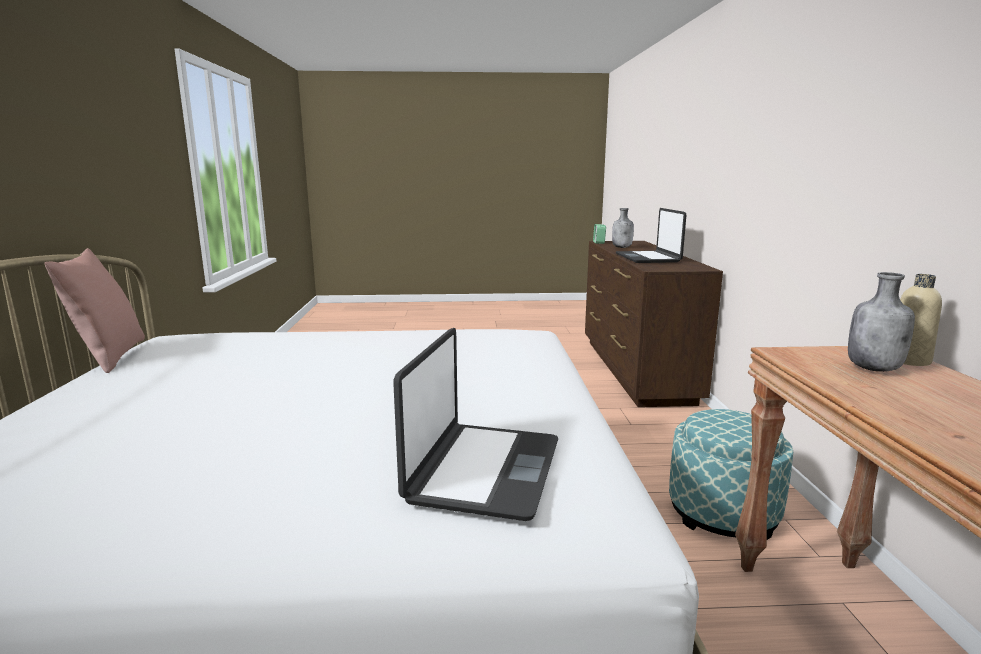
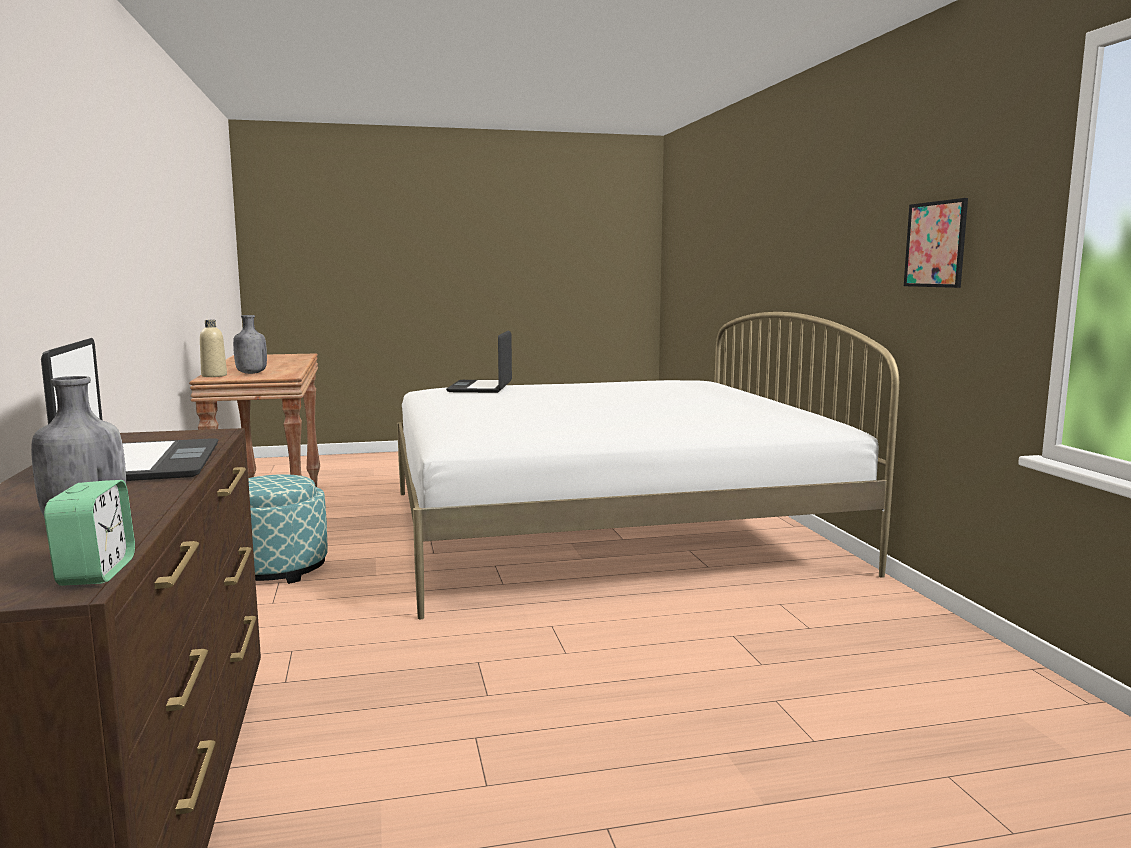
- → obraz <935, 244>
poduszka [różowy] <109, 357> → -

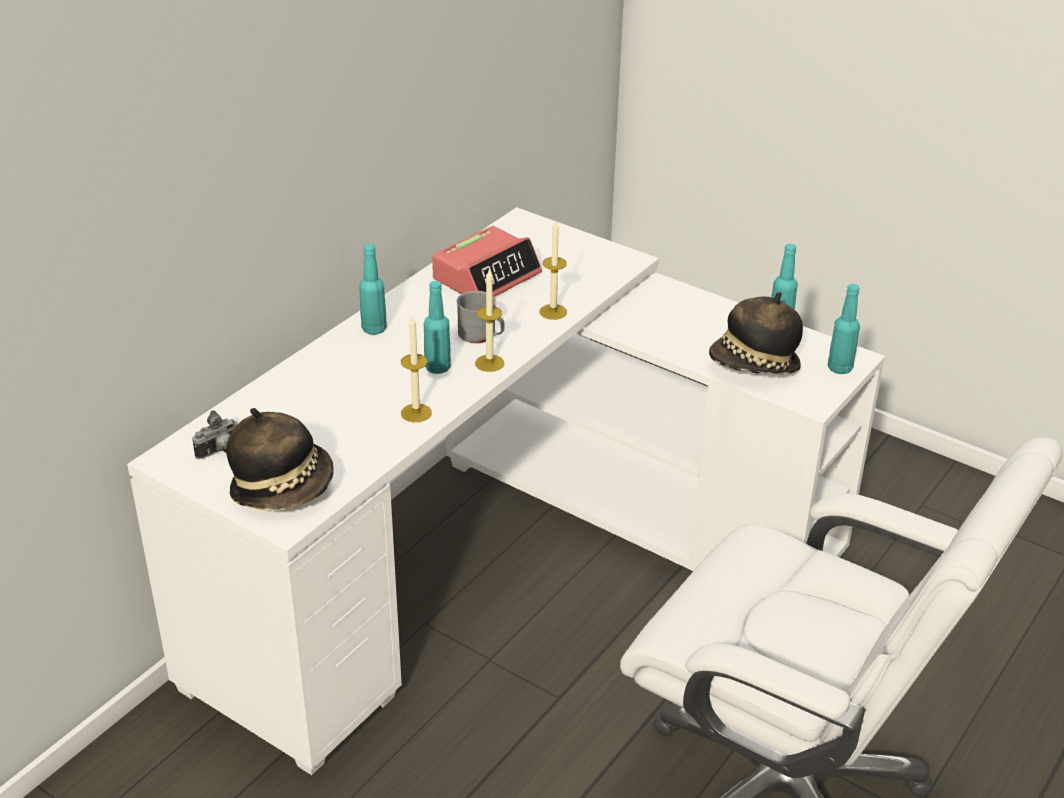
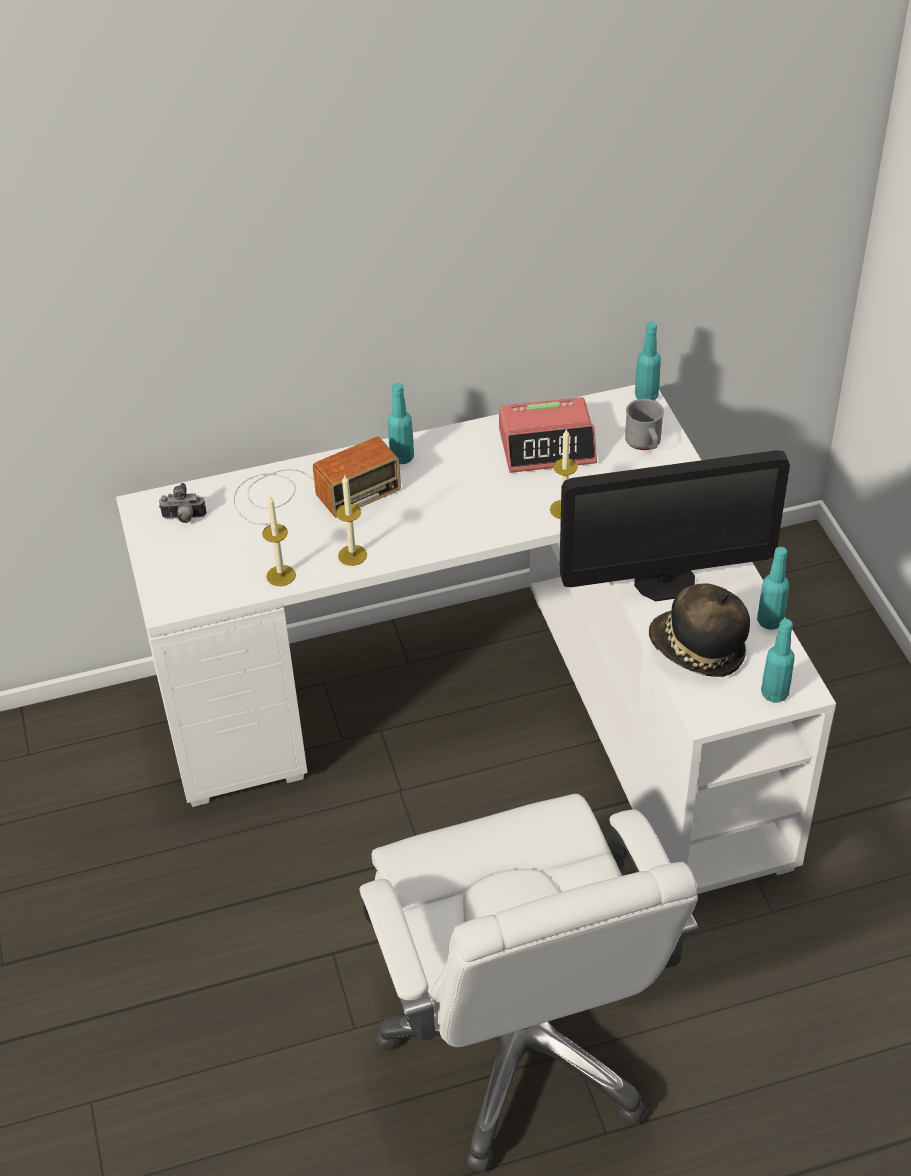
- → radio <309, 493>
świeca <489, 363> → świeca <281, 575>, move
- → monitor <664, 581>
kubek [szary] <481, 335> → kubek [szary] <645, 443>, move
butelka [turkusowy] <437, 367> → butelka [turkusowy] <646, 396>, move
kapelusz <283, 487> → -

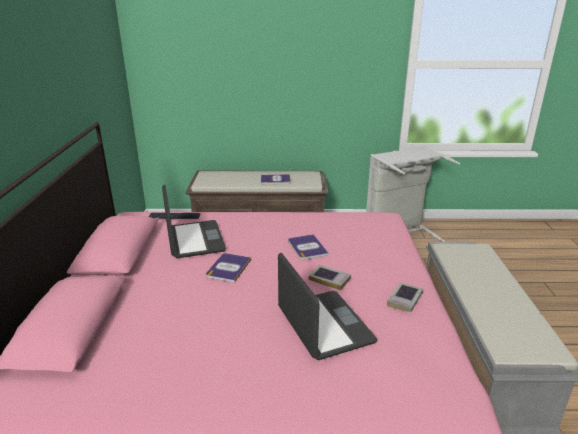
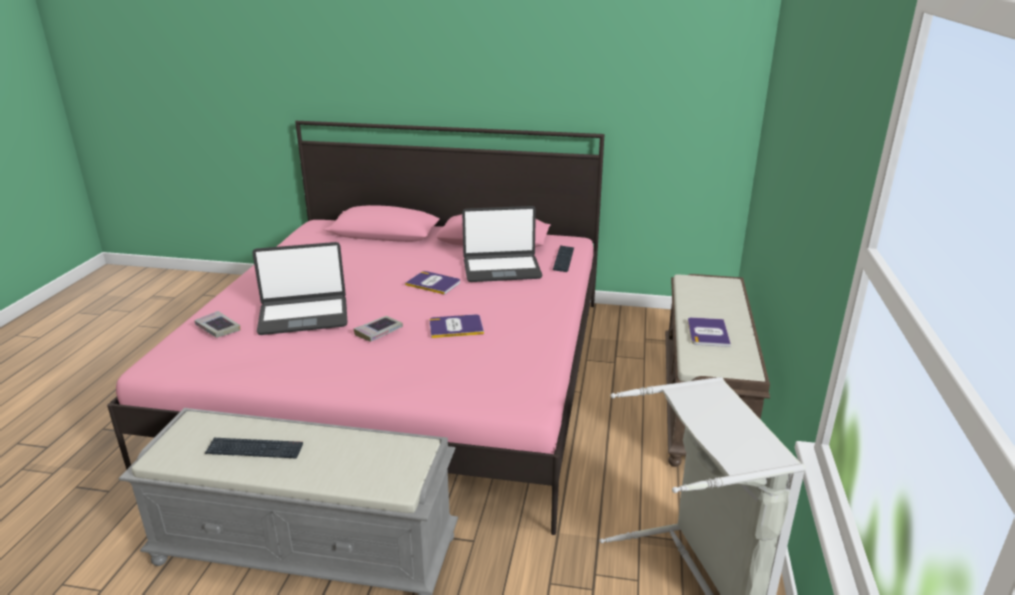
książka <405, 300> → książka <218, 328>, move
- → klawiatura <254, 450>

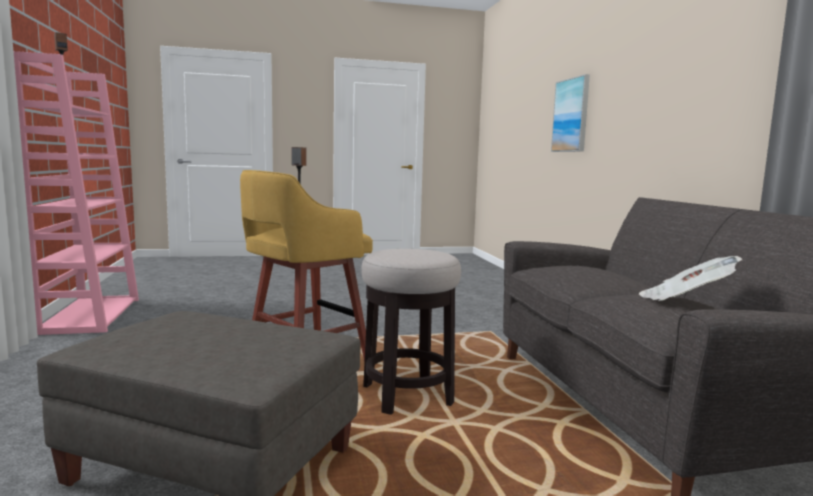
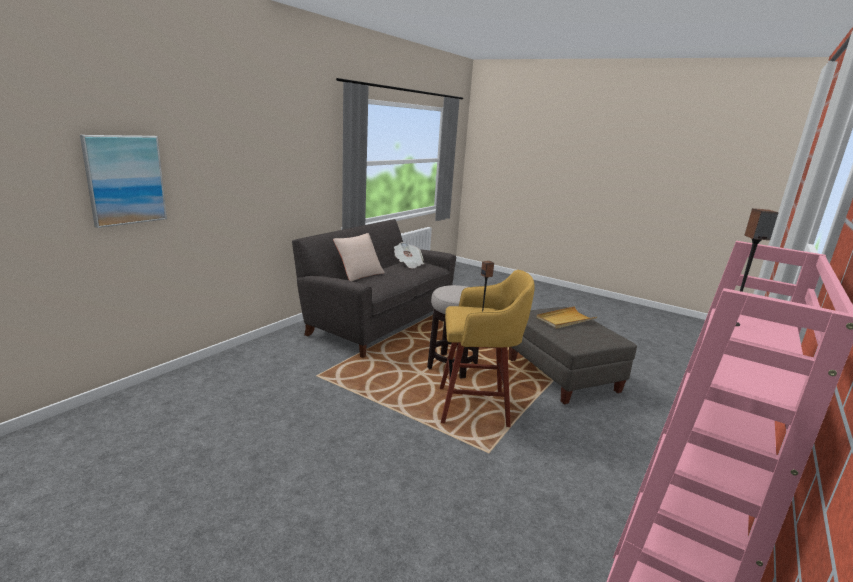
- → poduszka [beżowy] <359, 274>
- → taca [beżowy] <565, 320>

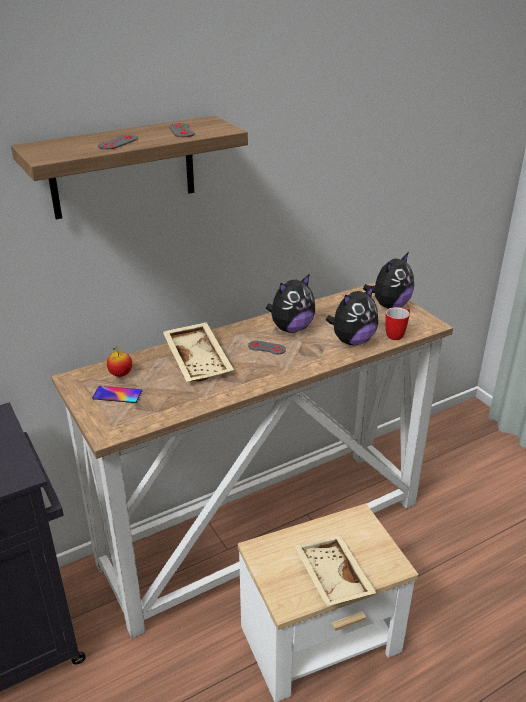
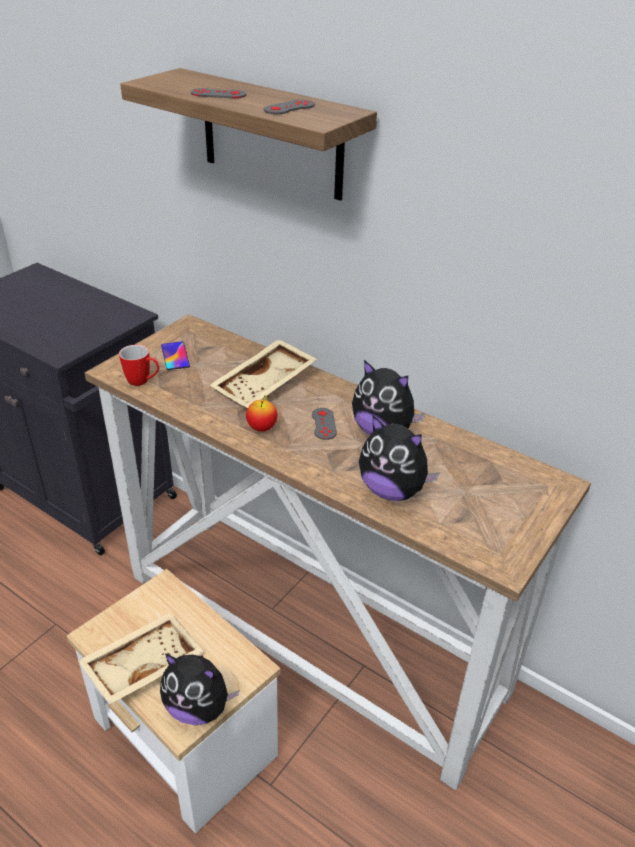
kubek <397, 334> → kubek <143, 382>, move
pluszak <389, 305> → pluszak <198, 707>, move
jabłko <120, 374> → jabłko <262, 428>, move

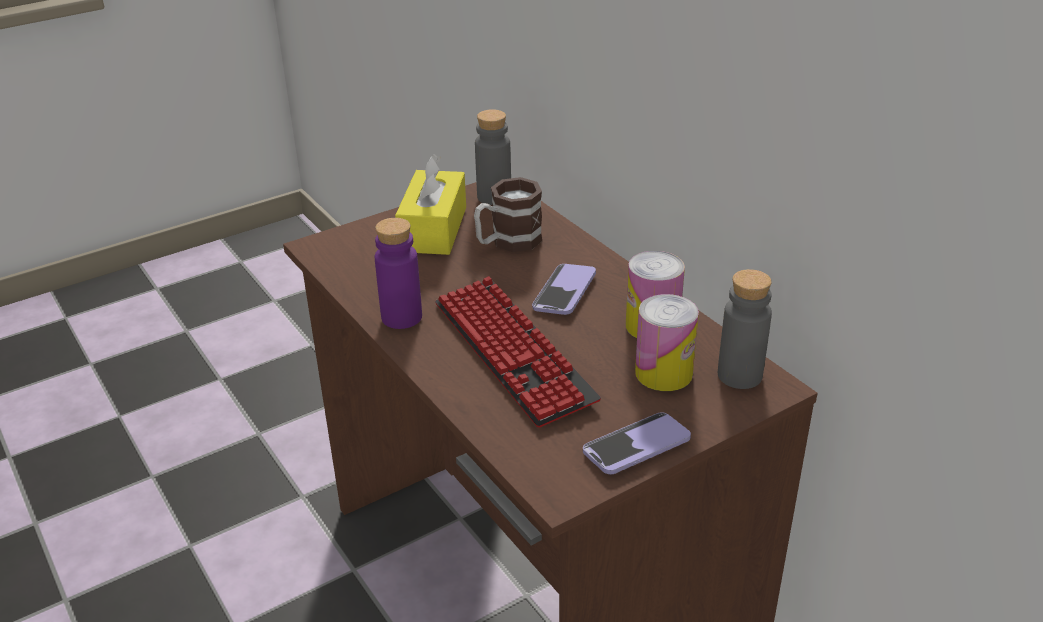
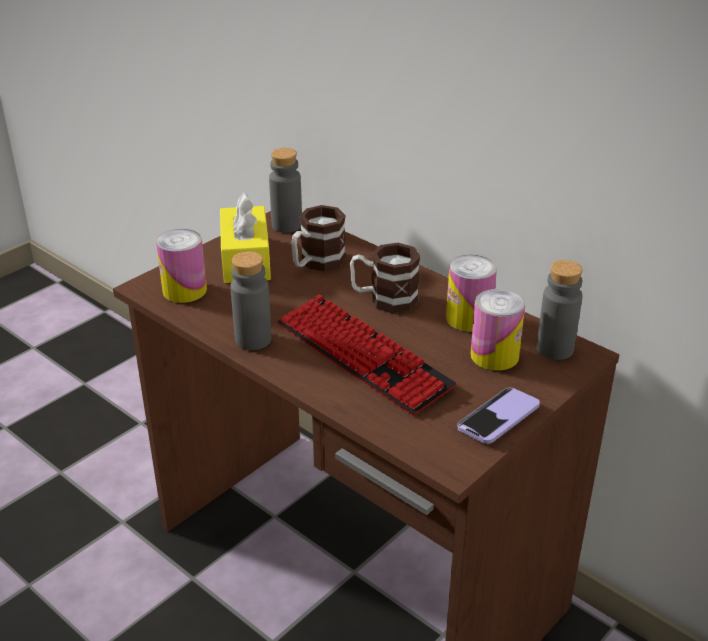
- → puszka <184, 290>
butelka [fioletowy] <401, 317> → butelka [szary] <253, 339>
telefon <564, 291> → kubek <384, 299>

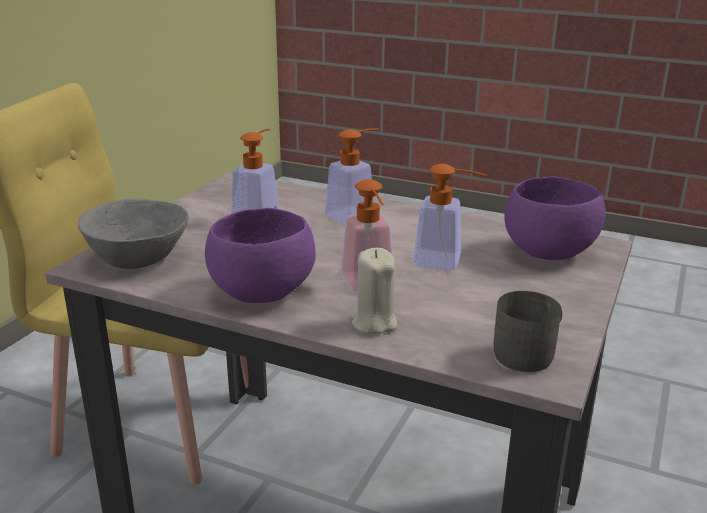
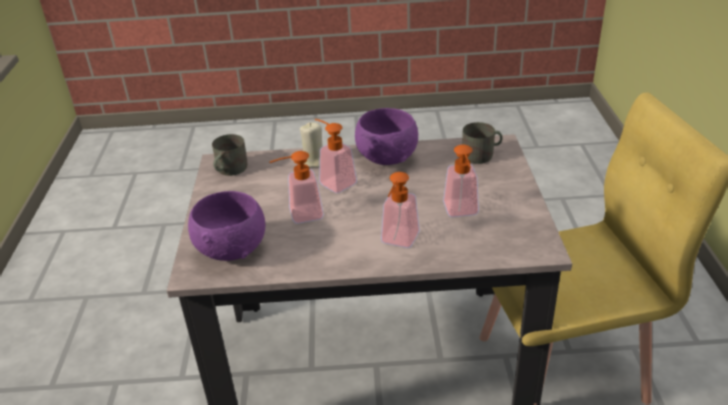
miska [szary] <138, 259> → kubek [szary] <482, 155>

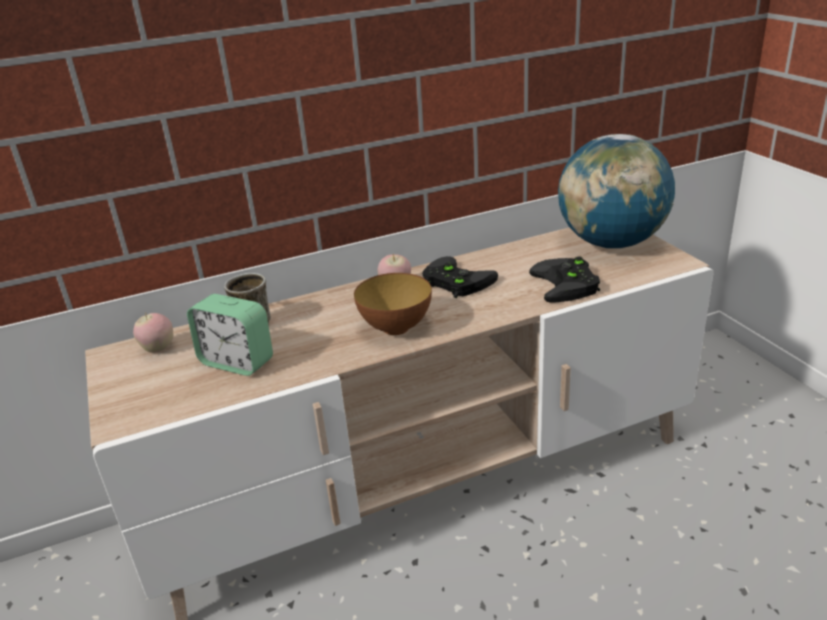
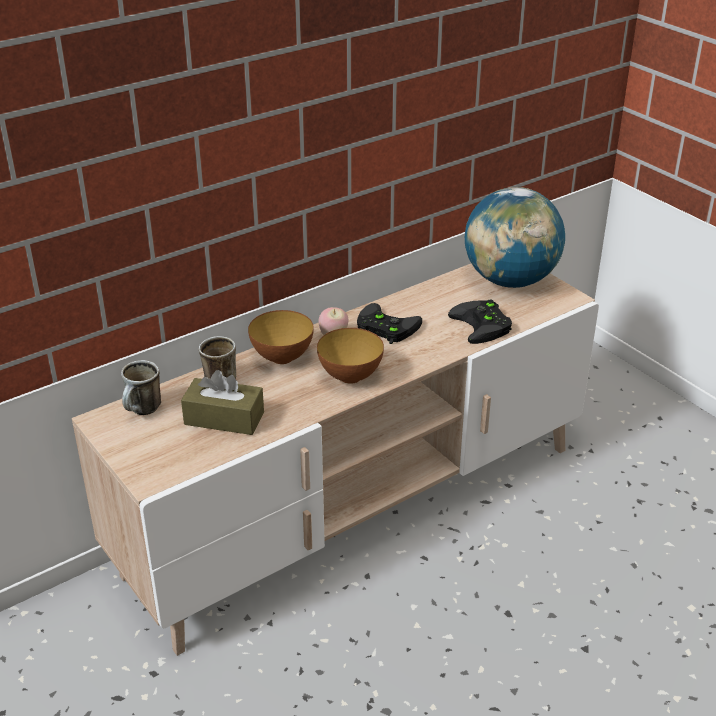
jabłko <158, 349> → kubek <143, 411>
budzik <237, 362> → pudełko chusteczek [brązowy] <224, 418>
- → miska <282, 357>

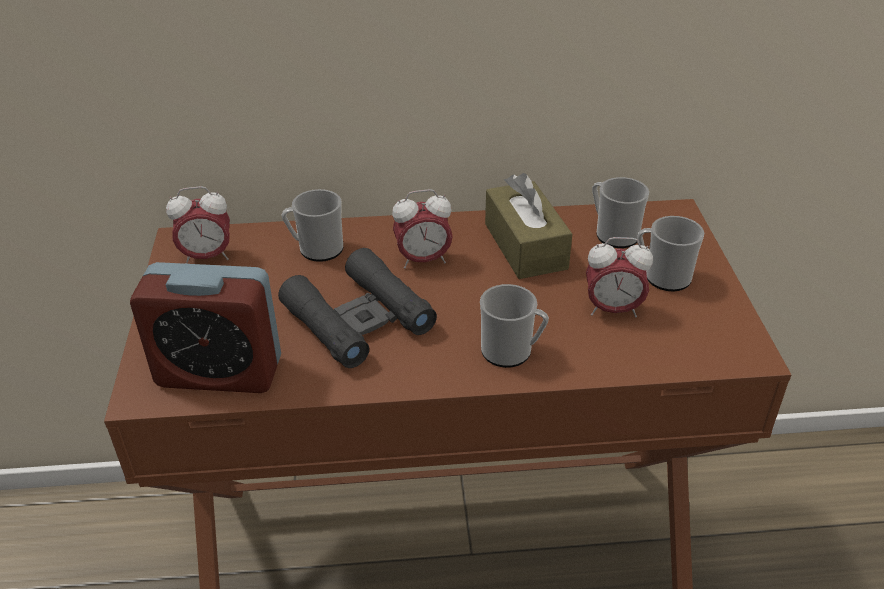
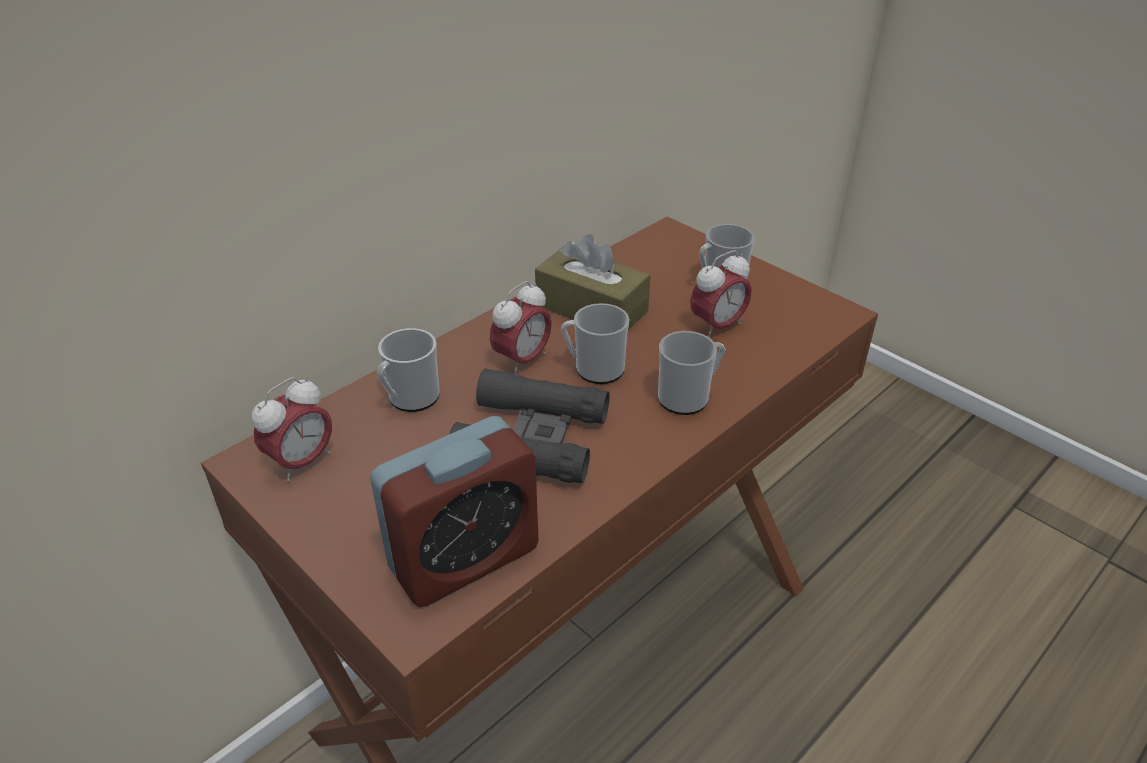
kubek <613, 234> → kubek <594, 369>, move

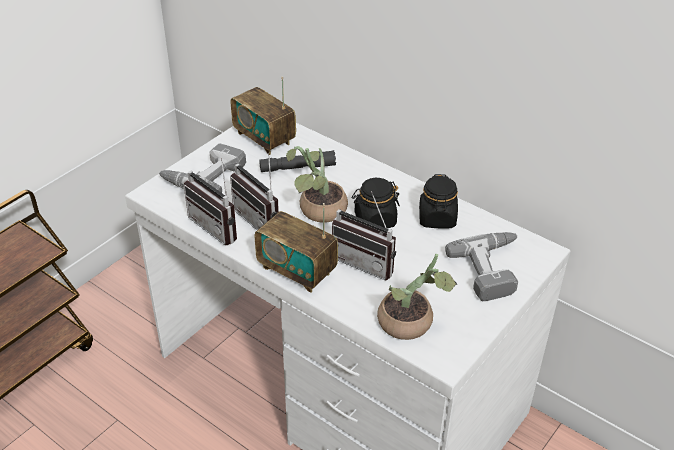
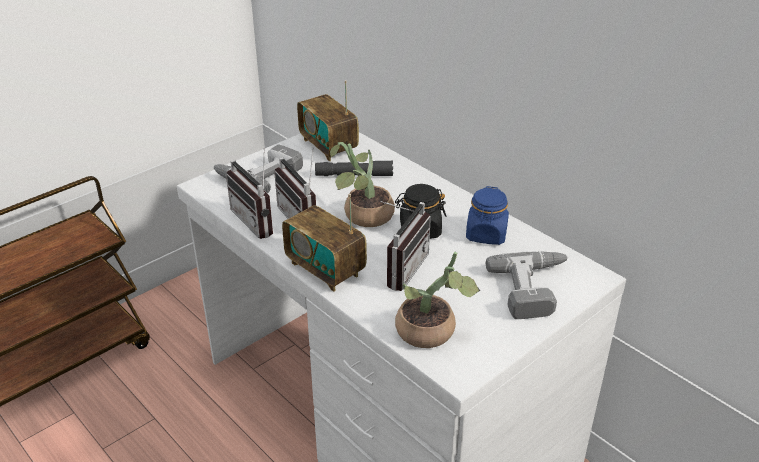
radio <367, 262> → radio <400, 268>, 105 degrees counterclockwise
słoik [czarny] <437, 218> → słoik [niebieski] <486, 234>

